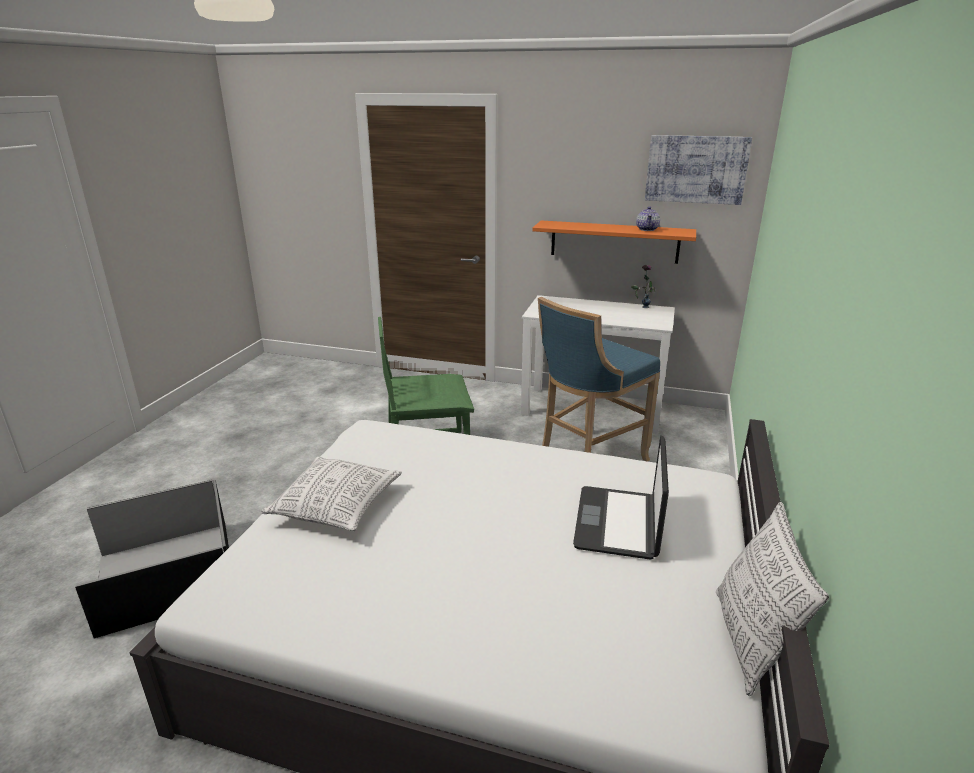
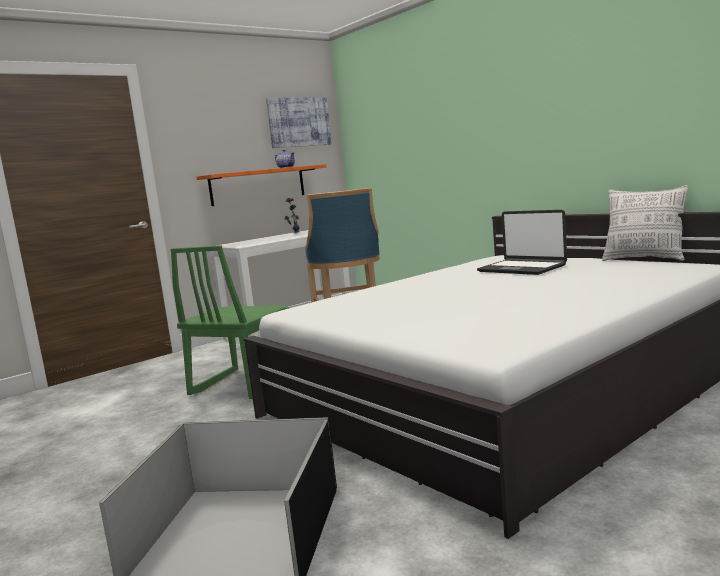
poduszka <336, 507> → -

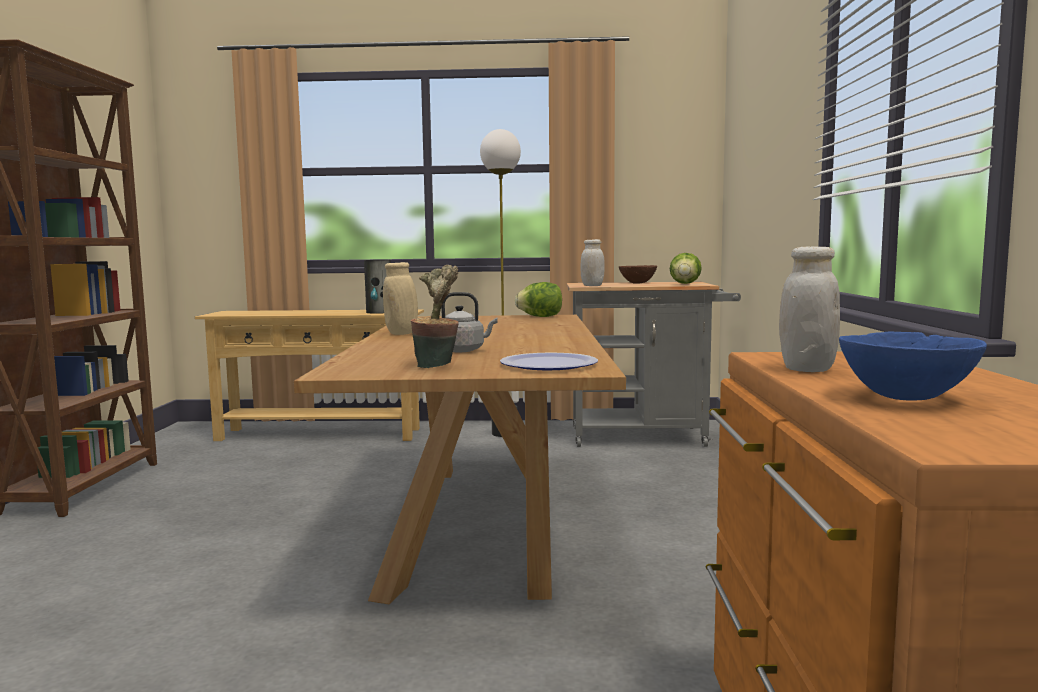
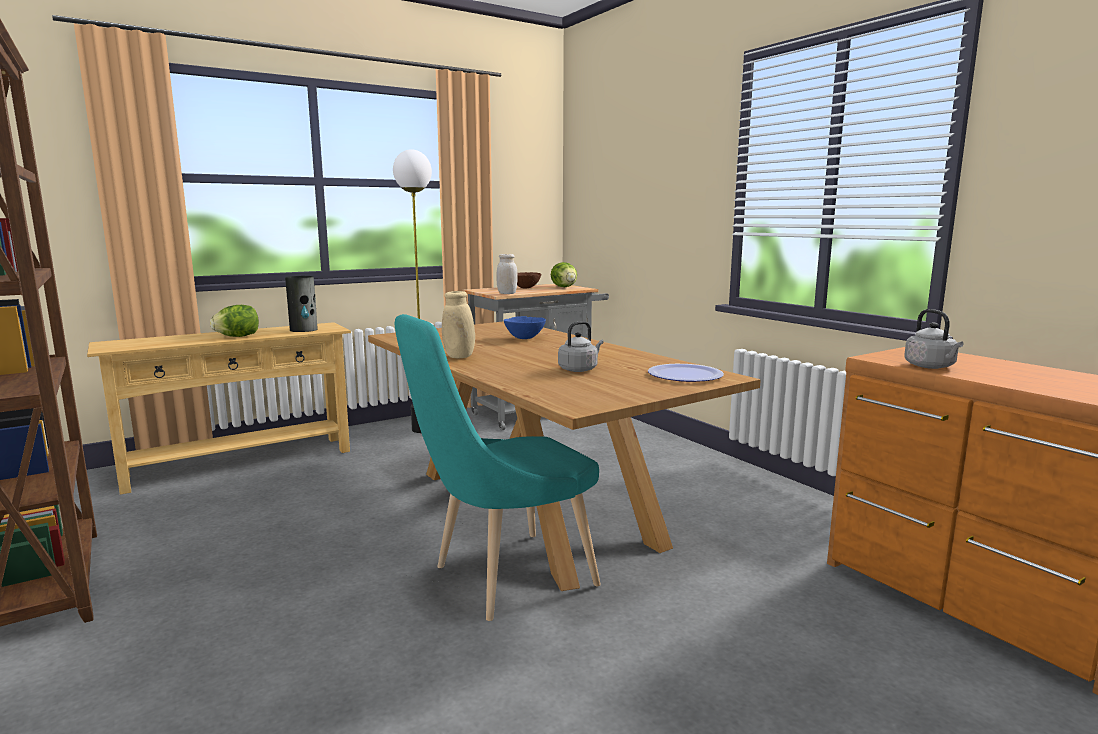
sałata <540, 317> → sałata <238, 337>, move
- → krzesło [turkusowy] <504, 578>
miska [niebieski] <908, 398> → miska [niebieski] <525, 338>, move
słoik [biały] <807, 369> → czajnik [szary] <931, 367>
roślina doniczkowa <438, 366> → -

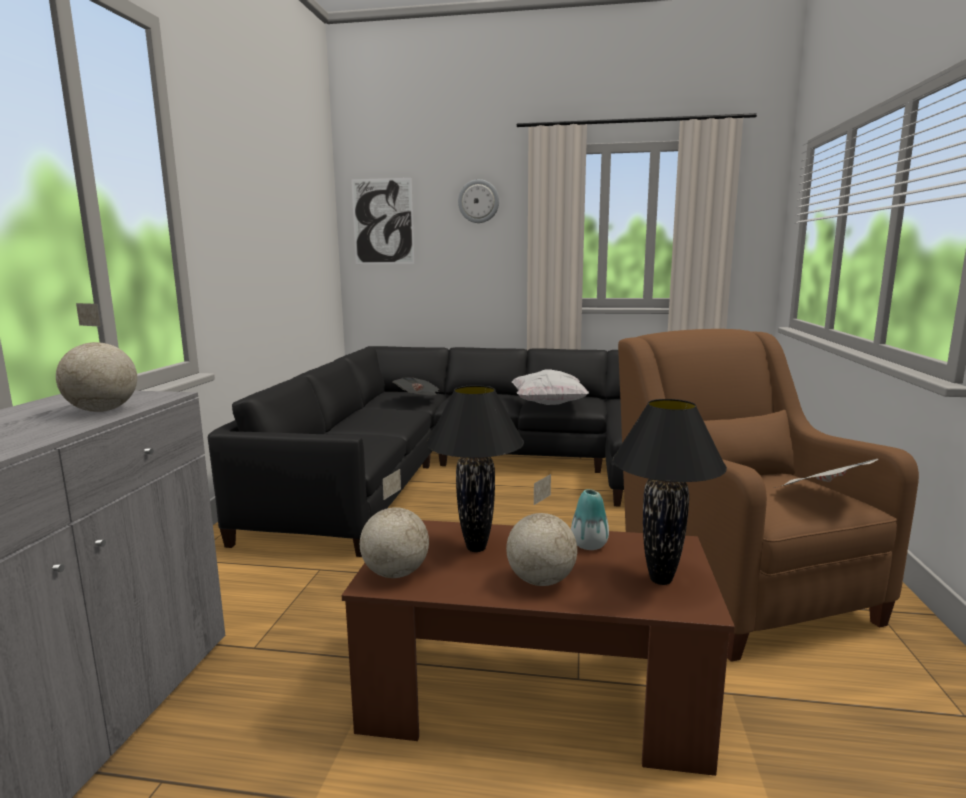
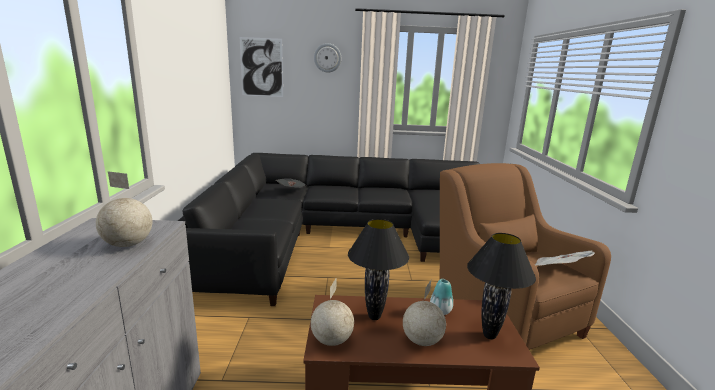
poduszka [biały] <549, 404> → -

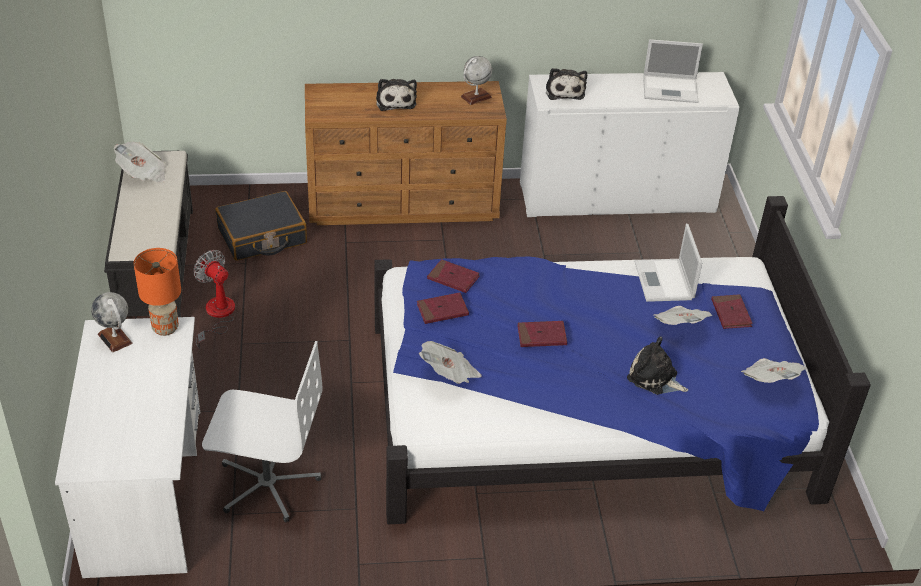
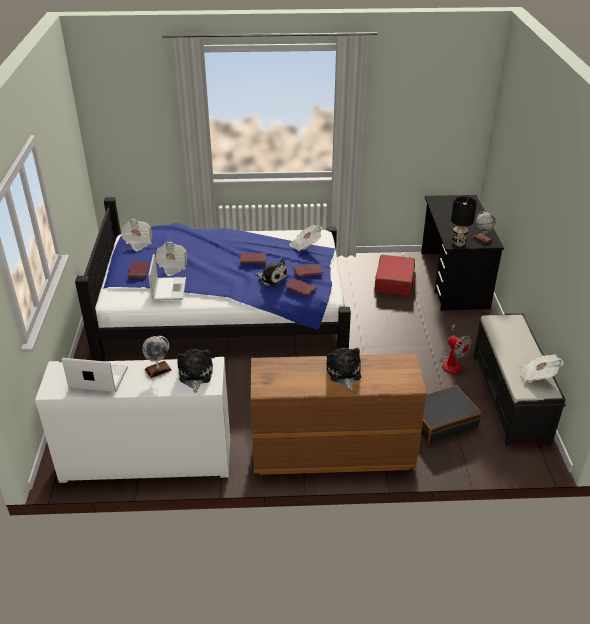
globus <476, 97> → globus <158, 369>, move
pluszak <654, 378> → pluszak <272, 278>, move
krzesło biurowe [biały] <267, 483> → walizka [czerwony] <394, 282>
biurko [biały] <145, 490> → biurko [czarny] <453, 280>
lampa stołowa [pomarańczowy] <165, 329> → lampa stołowa [czarny] <458, 243>

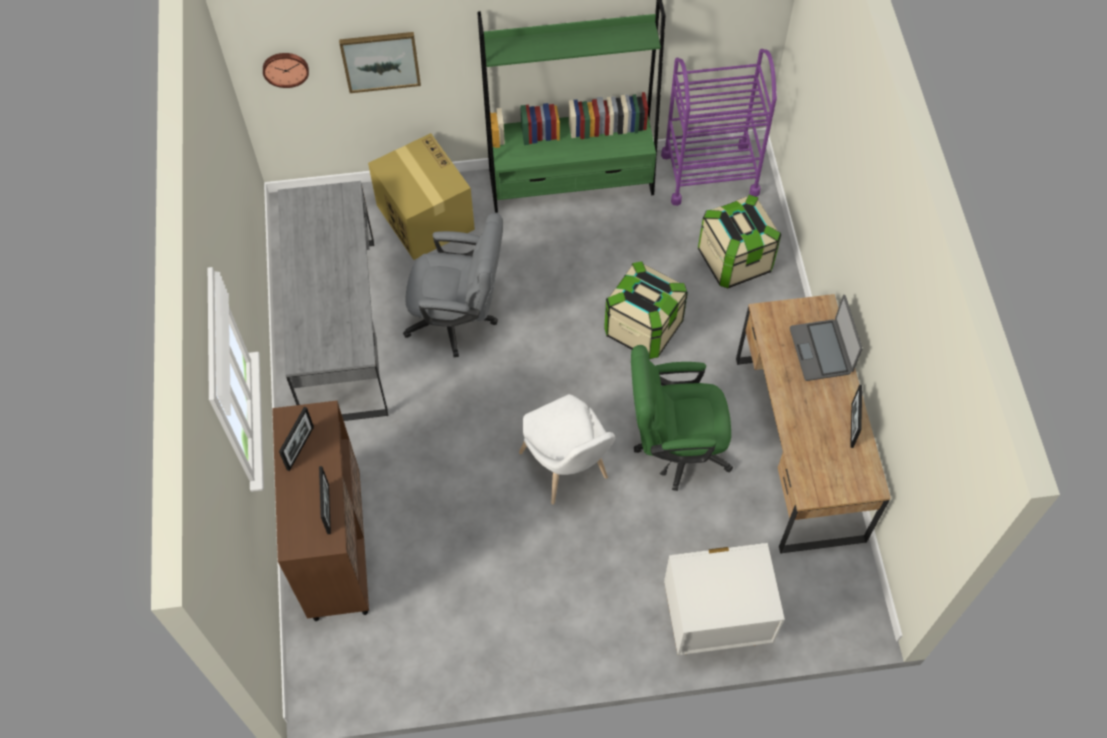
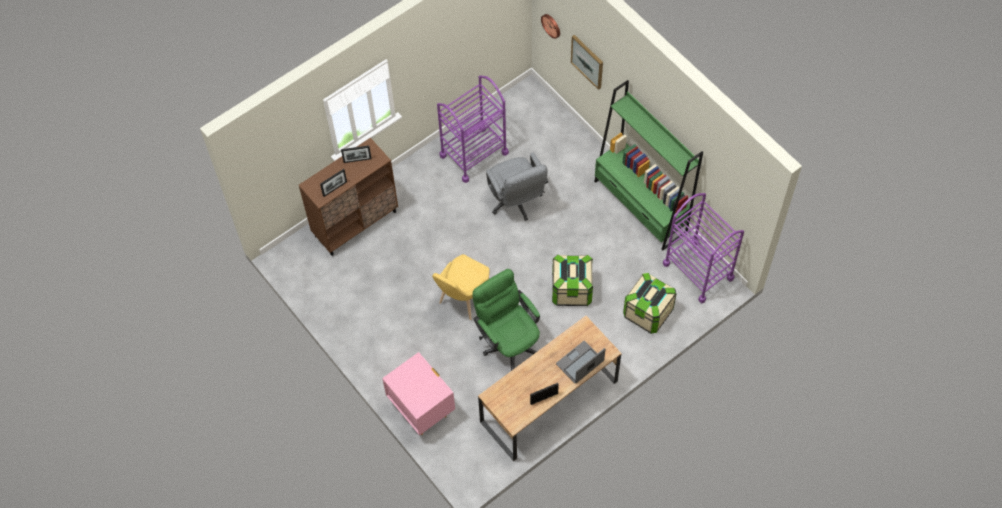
szafka nocna [biały] <714, 623> → szafka nocna [różowy] <421, 410>
krzesło [biały] <567, 470> → krzesło [żółty] <463, 299>
biurko [szary] <340, 329> → wózek [fioletowy] <474, 154>
karton <424, 216> → -

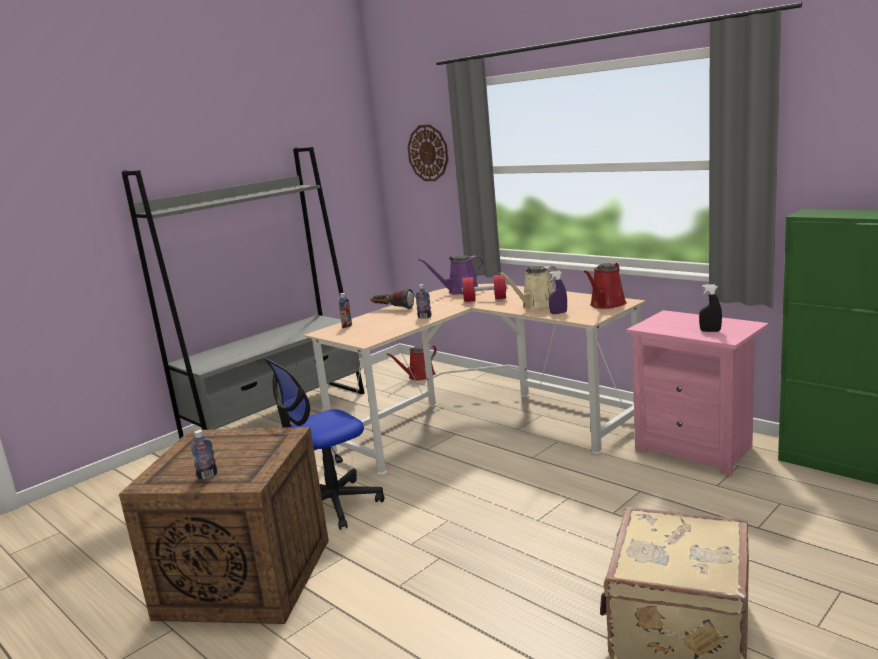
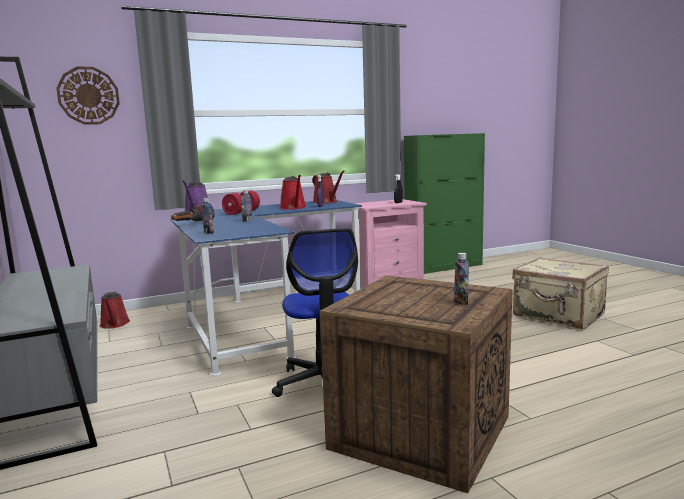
biurko [beżowy] <482, 424> → biurko [niebieski] <262, 318>
konewka [beżowy] <536, 306> → konewka [czerwony] <293, 208>

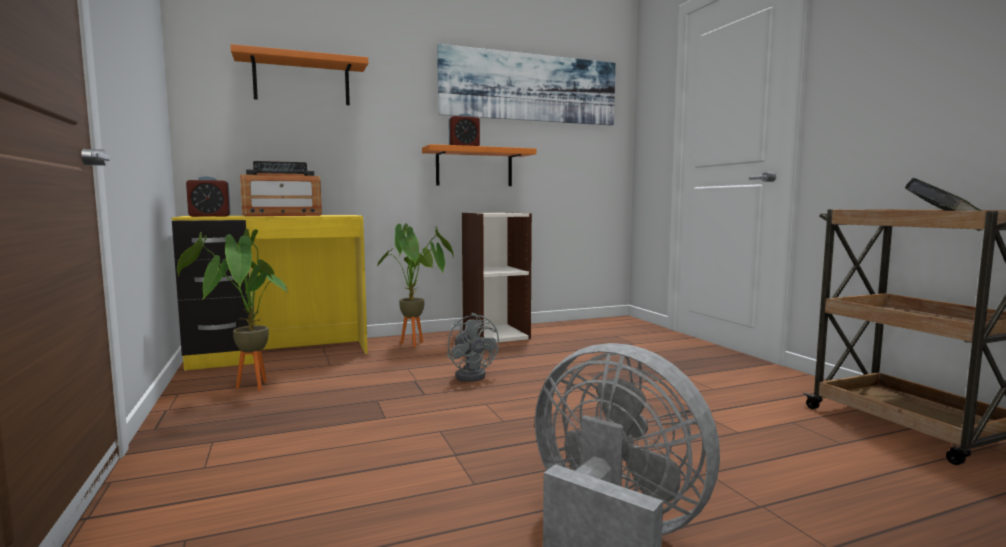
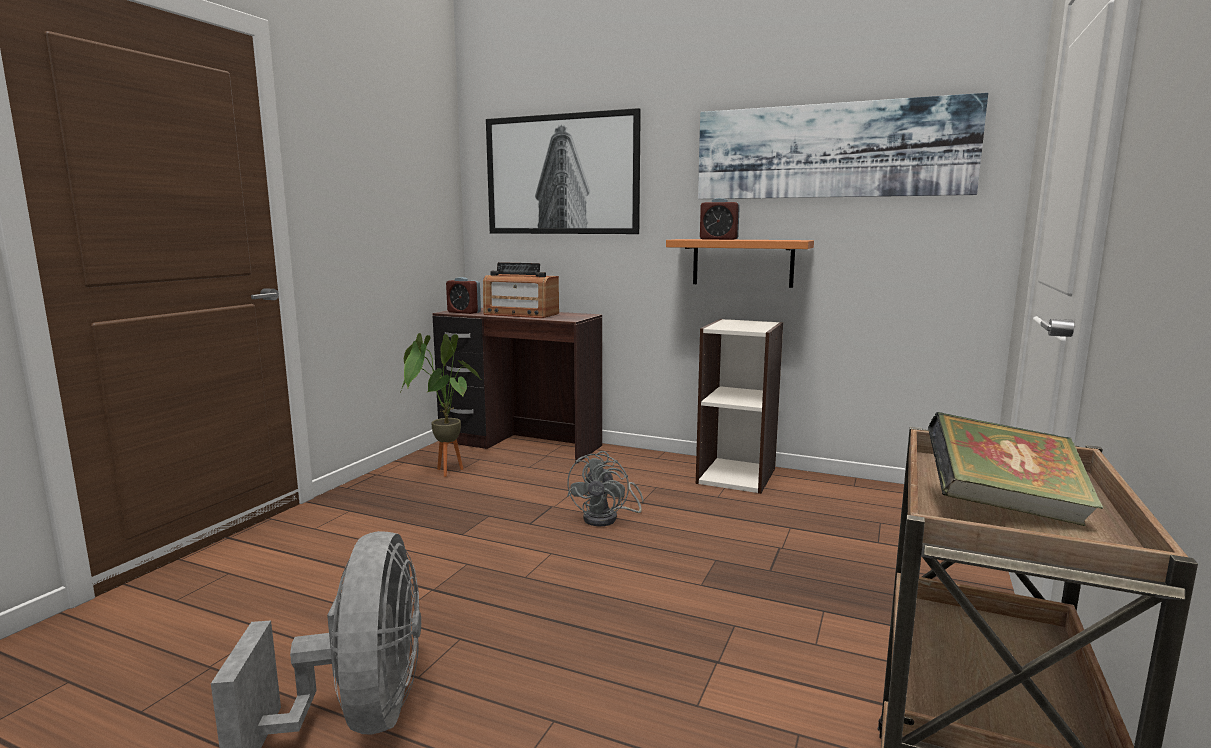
biurko [żółty] <281, 354> → biurko [brązowy] <520, 445>
półka [pomarańczowy] <302, 81> → obraz <561, 175>
roślina doniczkowa <417, 345> → -

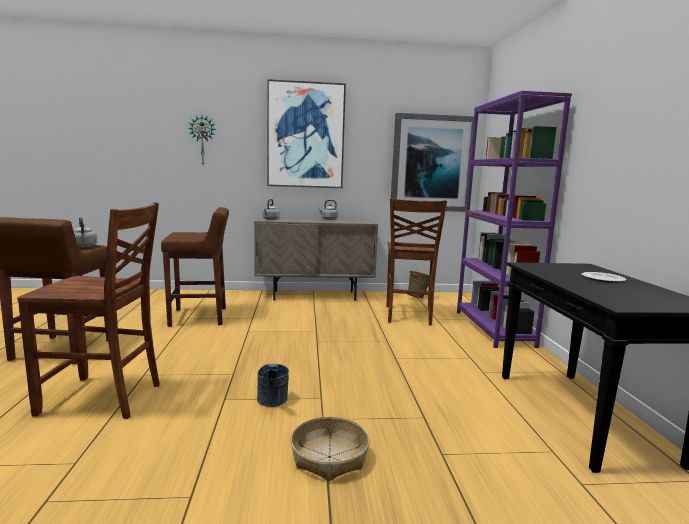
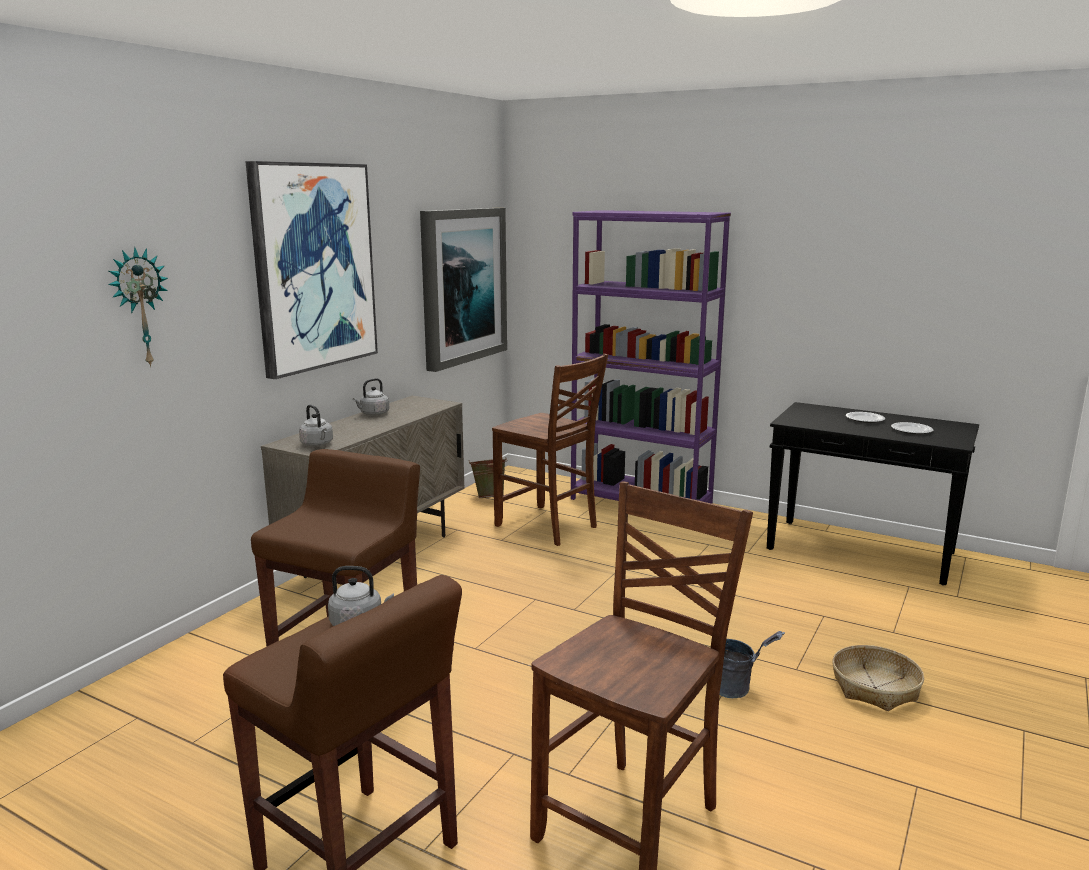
- → talerz <912, 430>

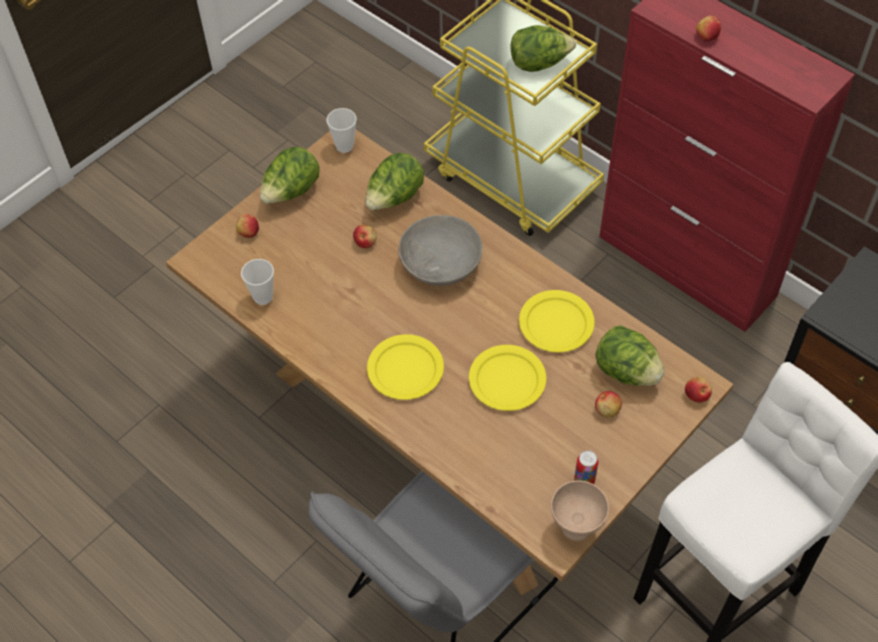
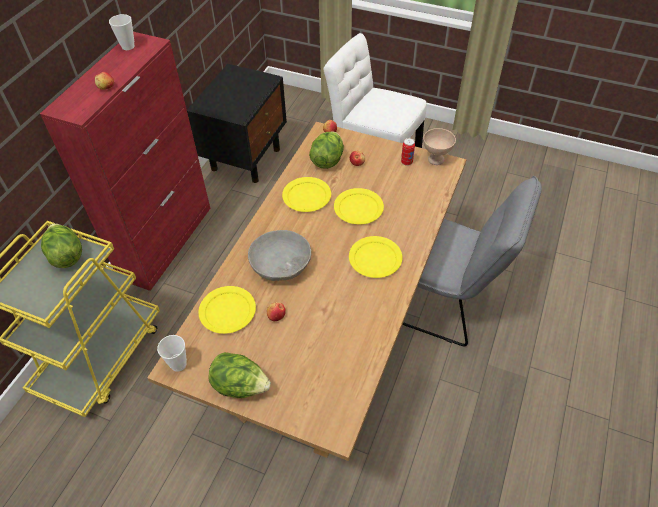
filiżanka <263, 297> → filiżanka <128, 46>, move
sałata <395, 198> → talerz [żółty] <227, 311>
jabłko <248, 232> → -

